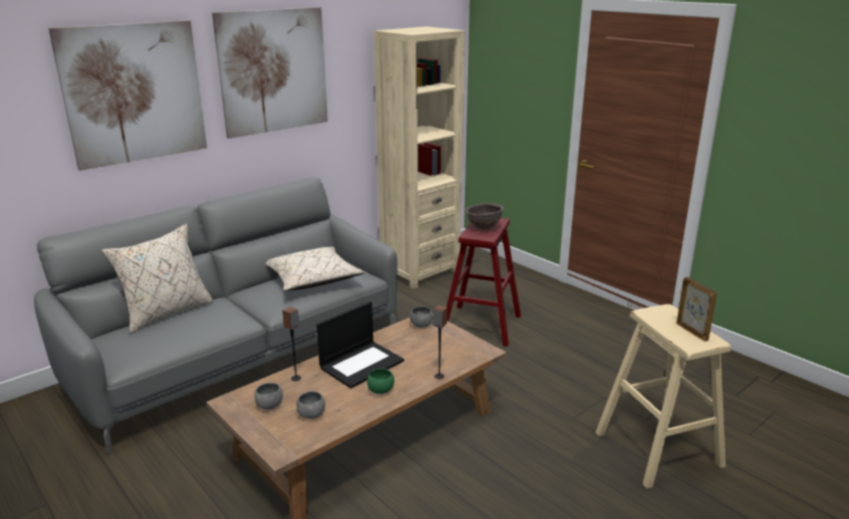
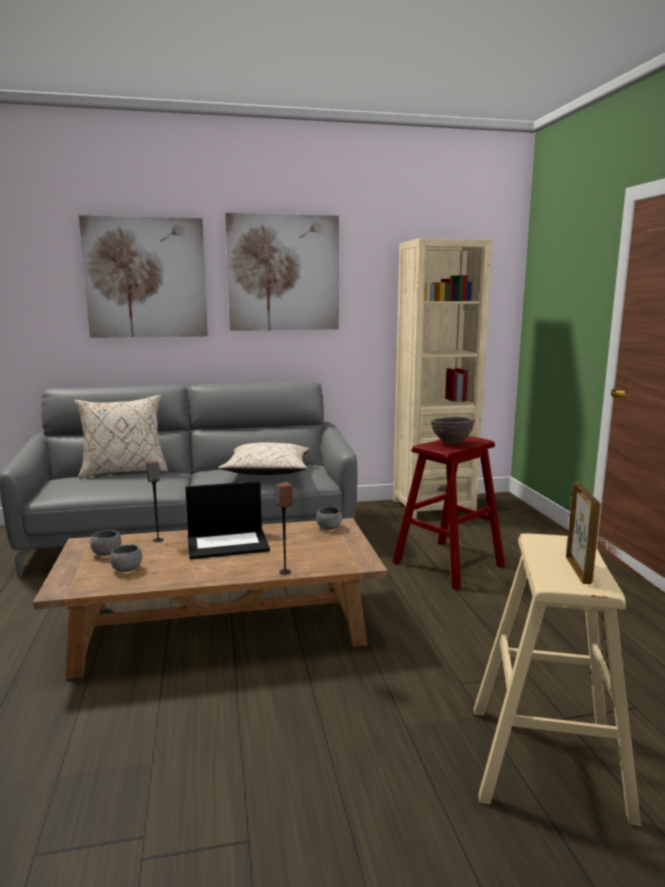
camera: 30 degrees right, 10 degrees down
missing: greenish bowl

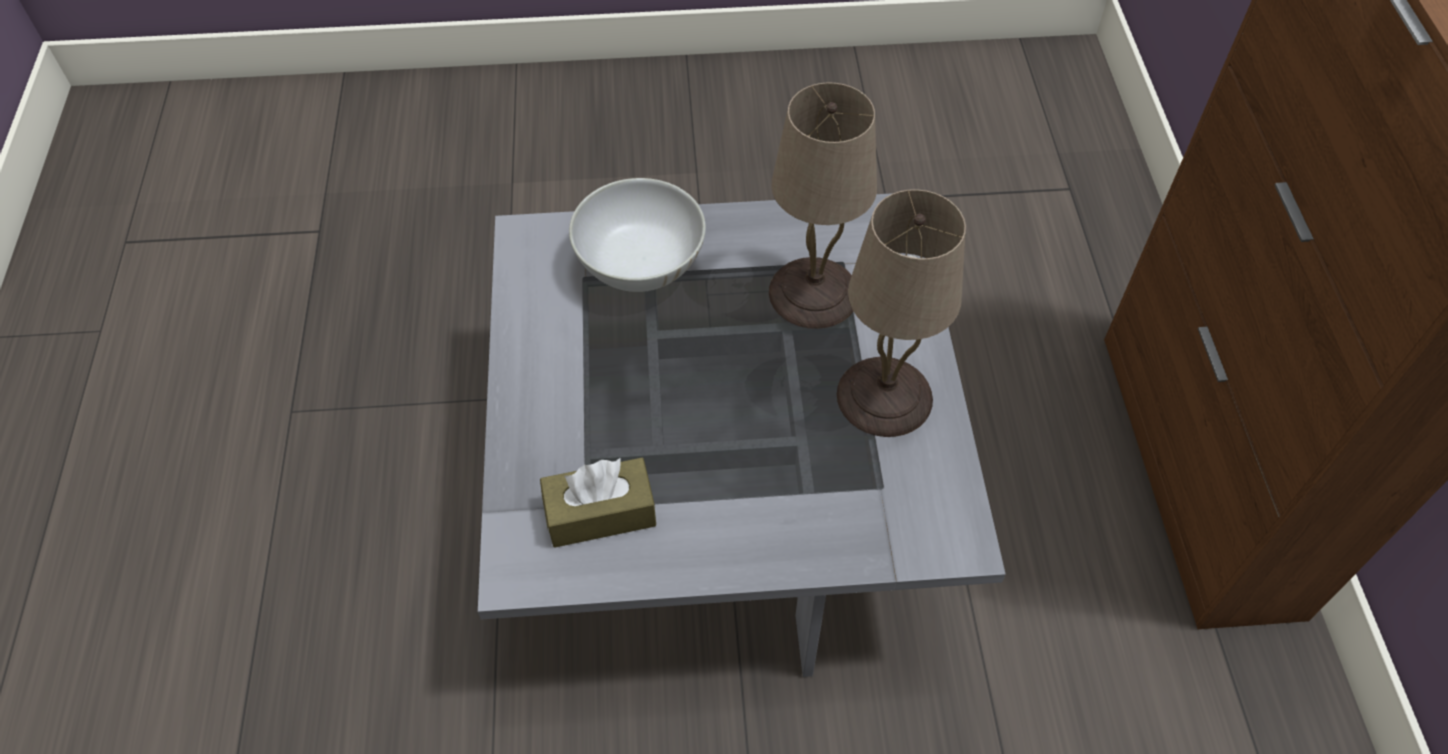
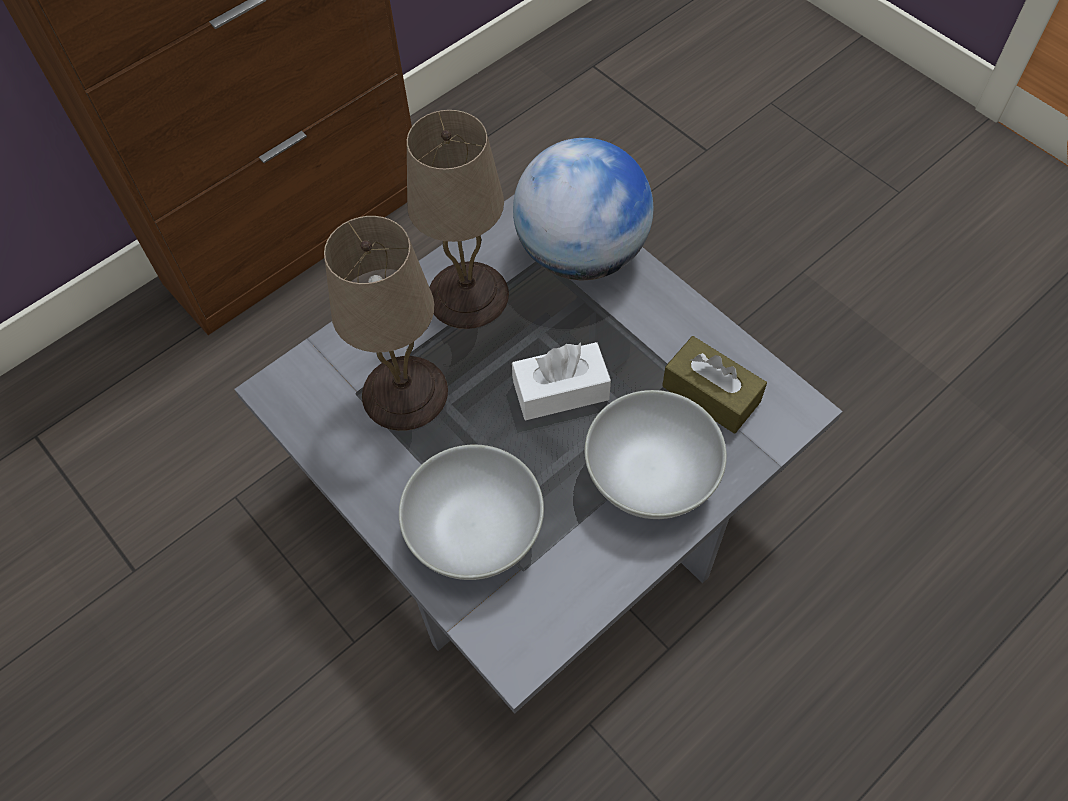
camera: 125 degrees left, 5 degrees up
appeared: white-coloured tissue holder; world globe; white-coloured bowl (no. 2 from left)

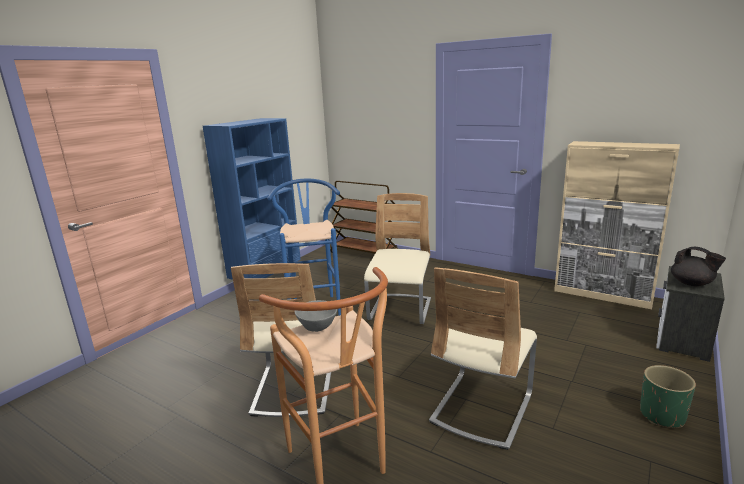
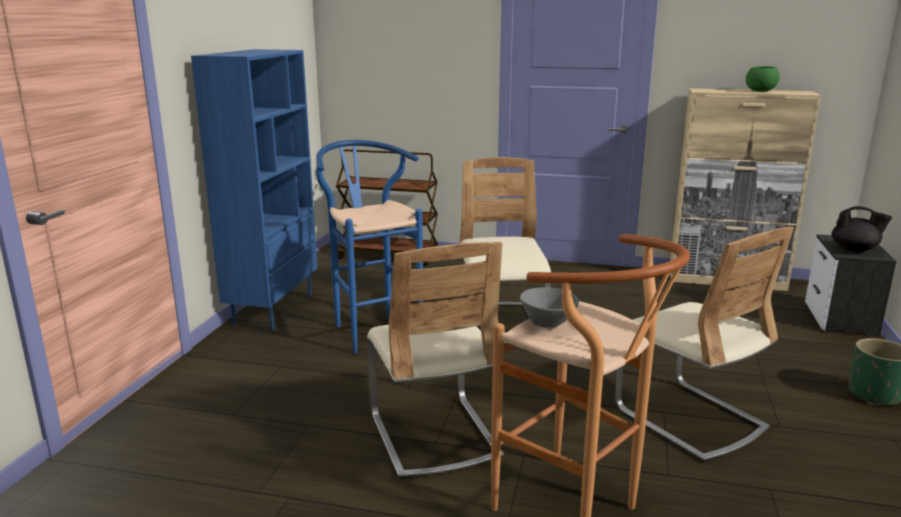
camera: 20 degrees left, 0 degrees up
appeared: greenish bowl
spun: sand-coloured plain chair (no. 3 from left) 45 degrees counterclockwise

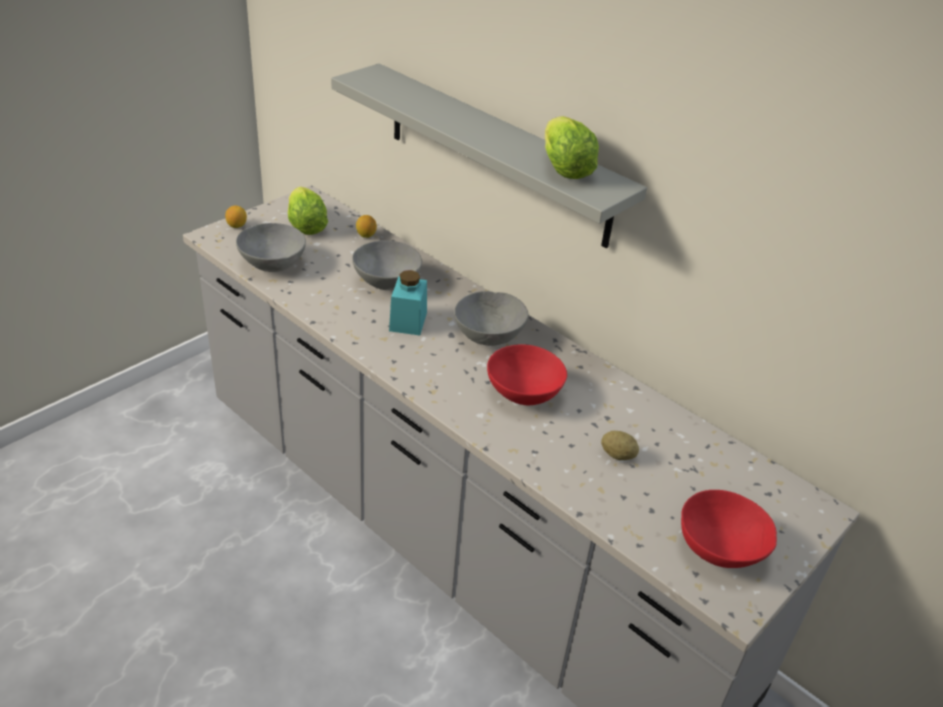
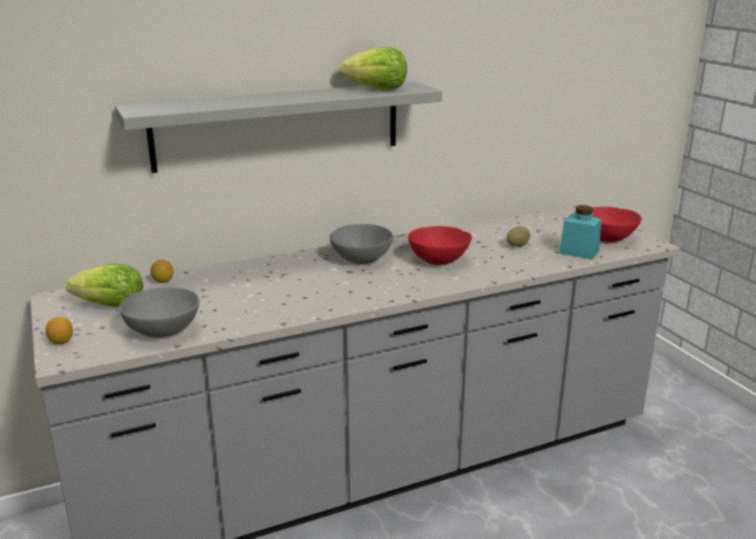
camera: 65 degrees left, 15 degrees down
missing: grey bowl (no. 2 from left)
relocated: turquoise preserve jar

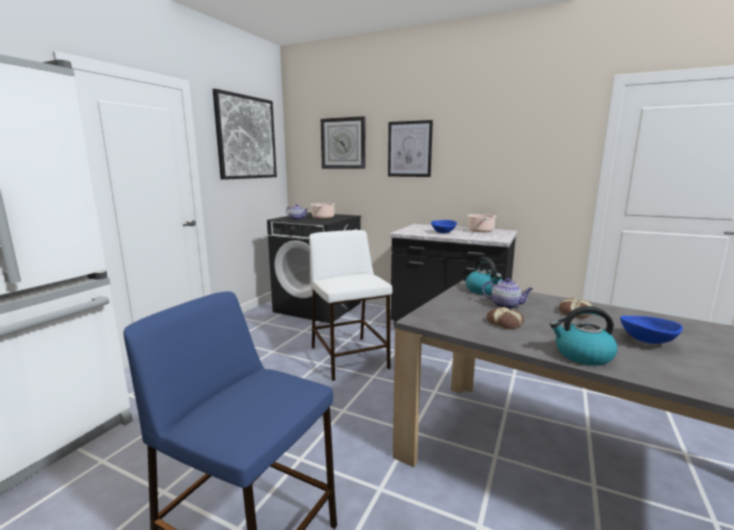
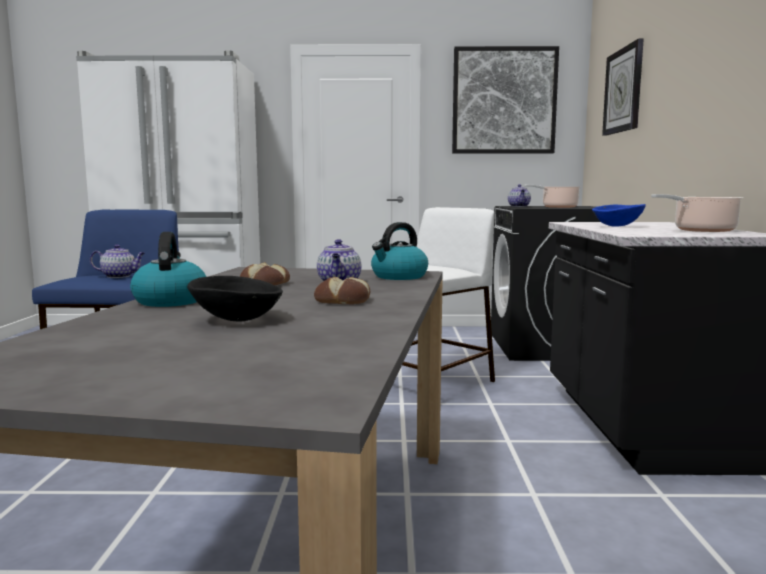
camera: 65 degrees right, 5 degrees down
missing: picture (no. 2 from left)
appeared: tea pot (no. 1 from left)
colour: blue bowl (no. 2 from left) to black-coloured bowl

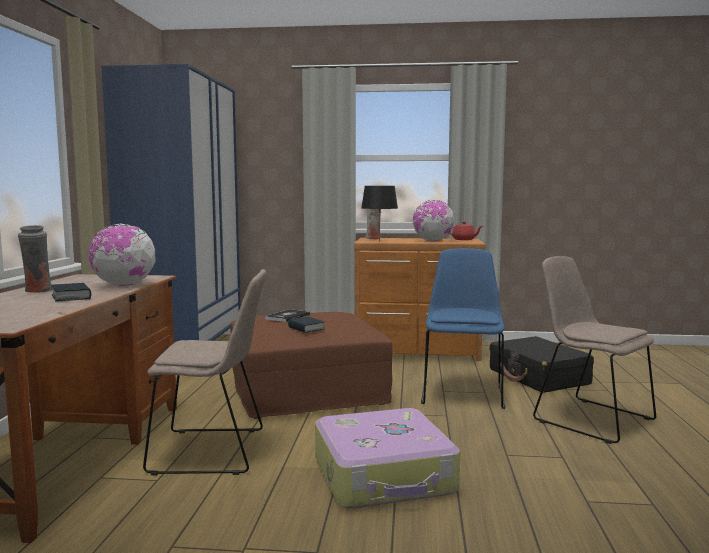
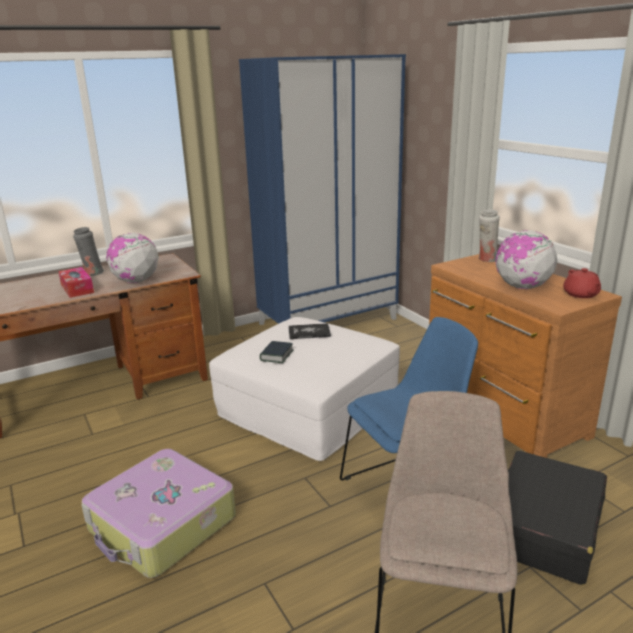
camera: 55 degrees right, 15 degrees up
missing: sand-coloured plain chair (no. 1 from left); black-coloured table lamp
exchanged: volume (no. 1 from left) to tissue holder
colour: brownish pouffe to white-coloured pouffe

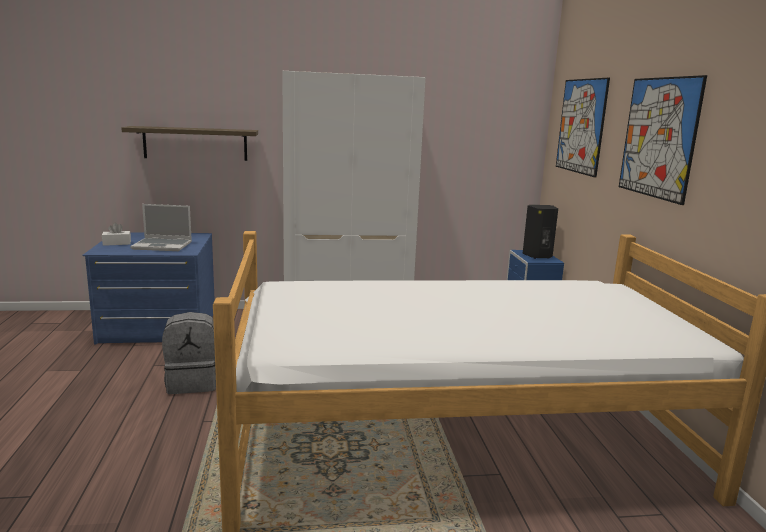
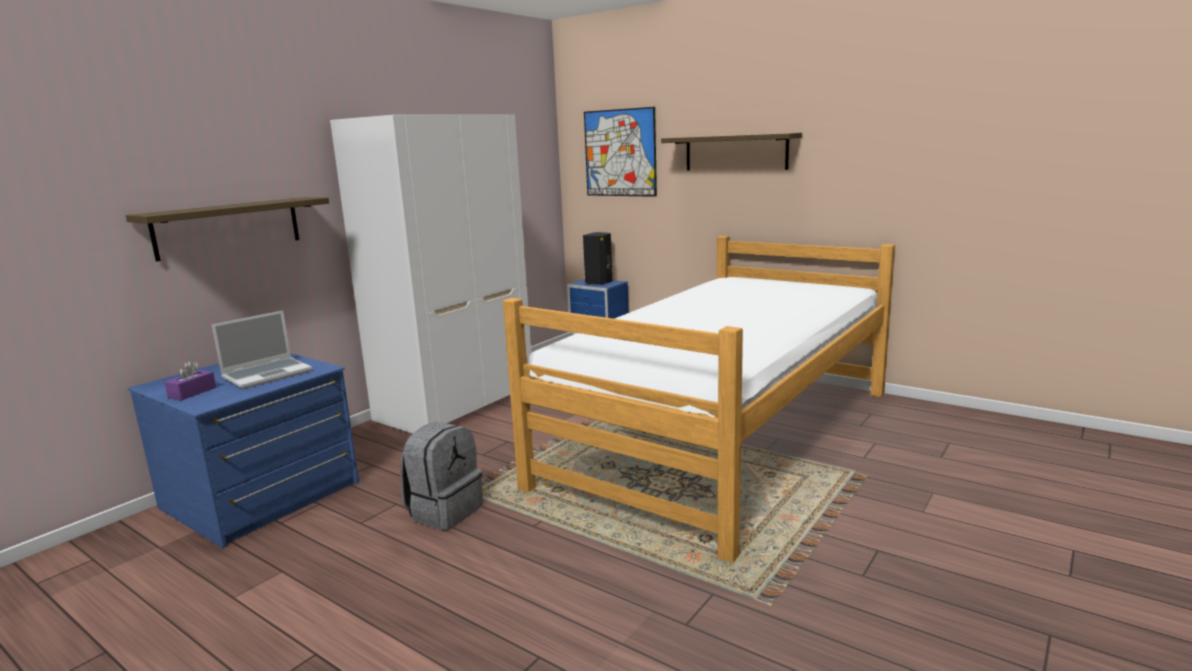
camera: 45 degrees left, 0 degrees up
exchanged: picture (no. 2 from left) to shelf (no. 2 from left)
colour: white-coloured tissue holder to purple-coloured tissue holder

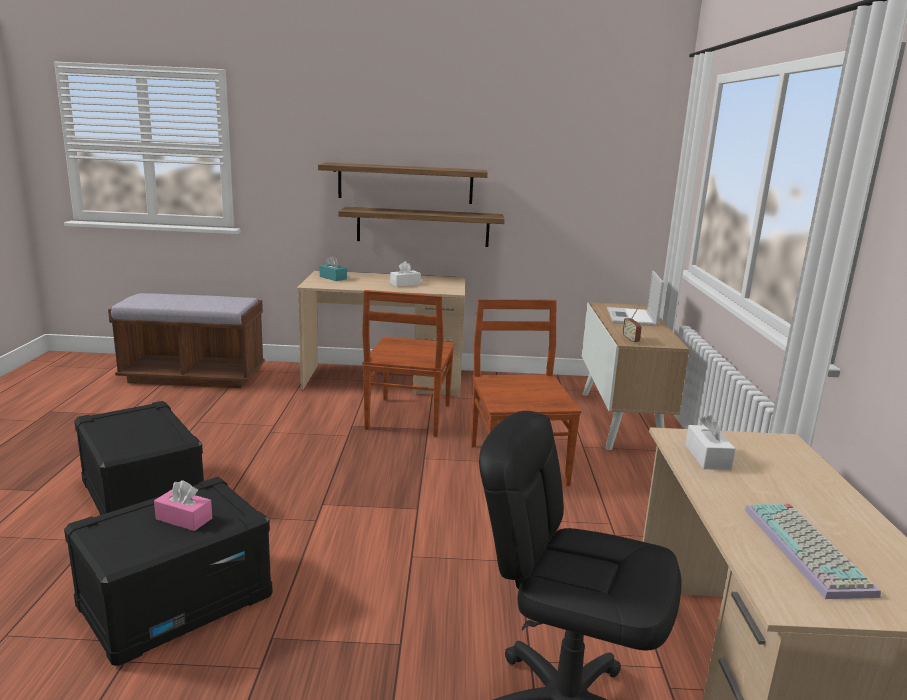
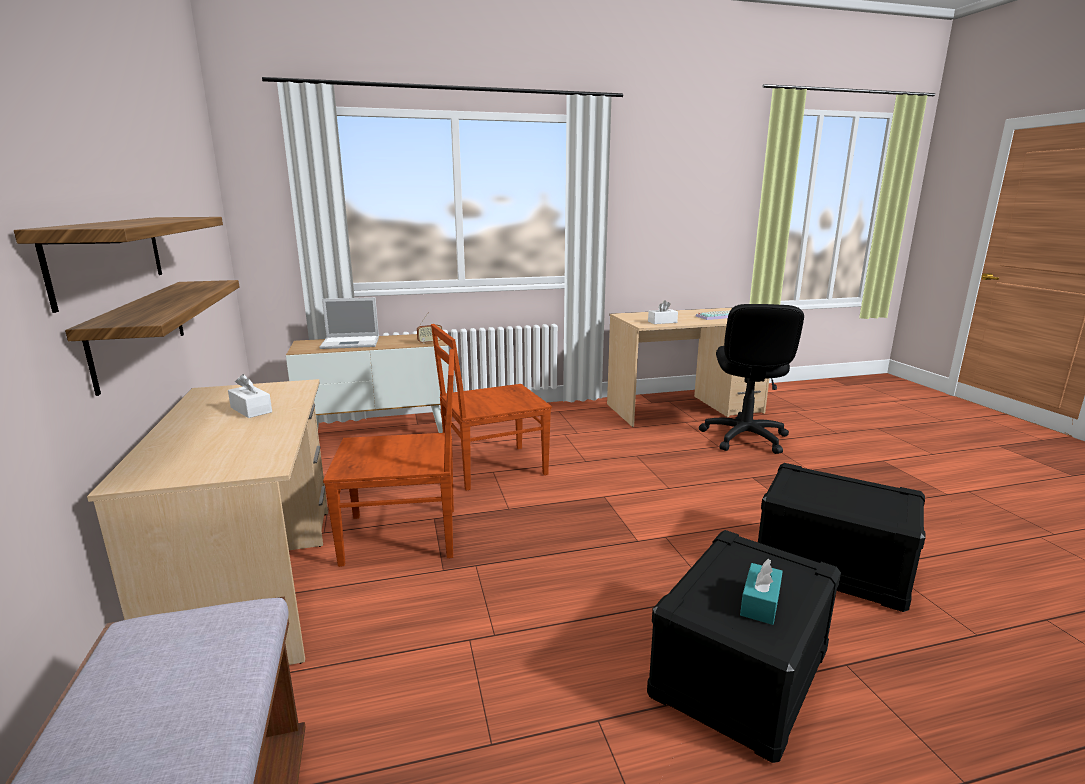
camera: 105 degrees left, 0 degrees up
missing: pink tissue holder
relocated: turquoise tissue holder

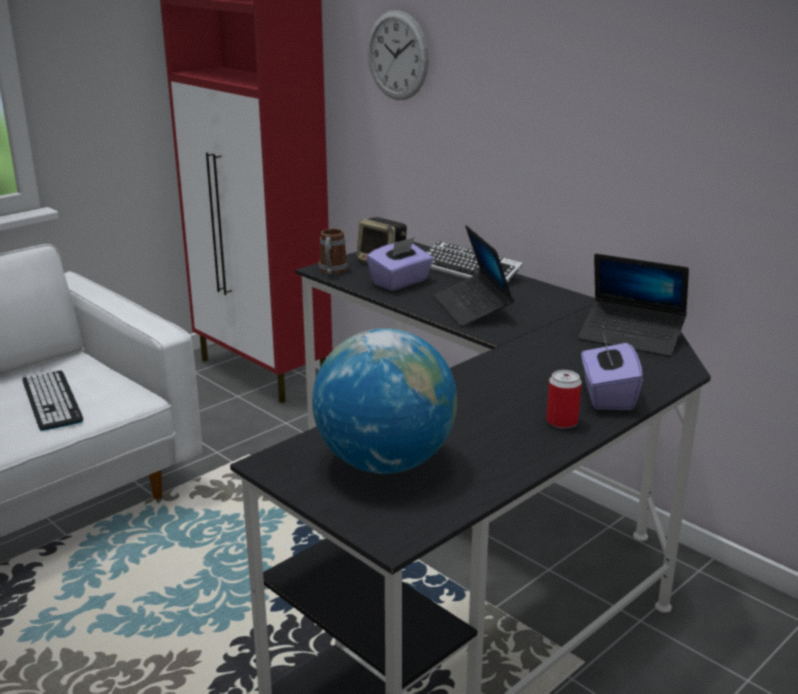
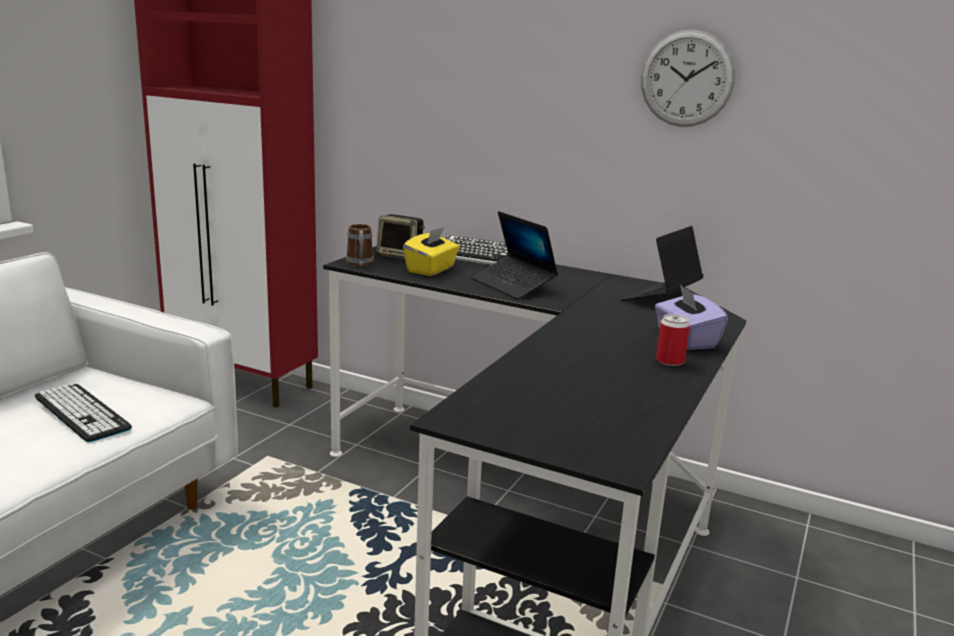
camera: 20 degrees left, 5 degrees down
missing: world globe
relocated: wall clock
colour: purple-coloured tissue holder (no. 1 from left) to yellowish tissue holder
spun: notebook computer (no. 2 from left) 120 degrees clockwise

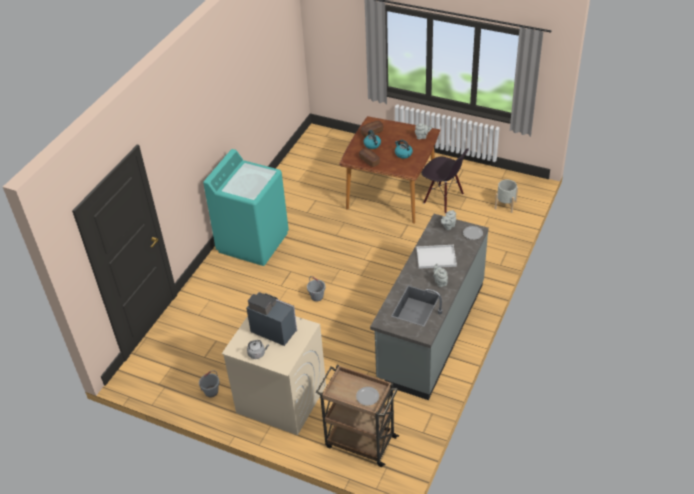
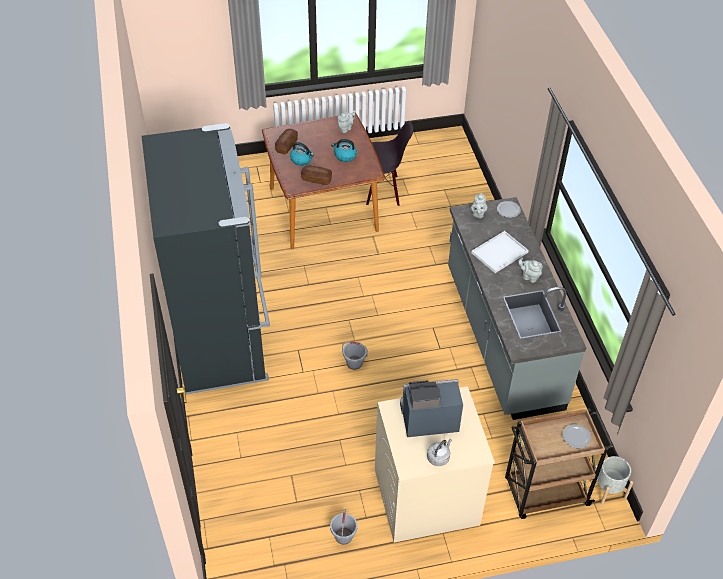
camera: 40 degrees left, 5 degrees up
relocated: grey flower pot
exchanged: turquoise laundry machine to black-coloured fridge

